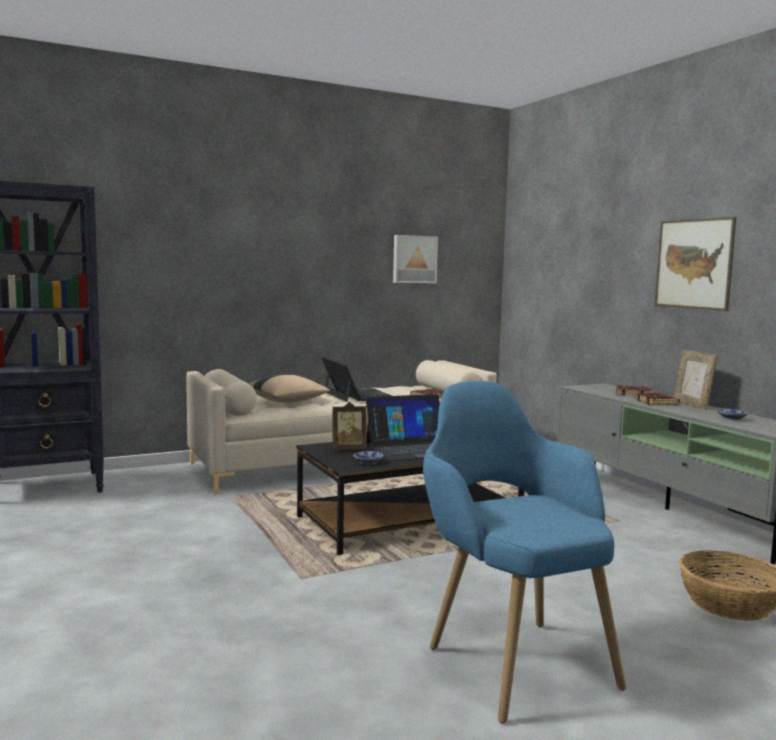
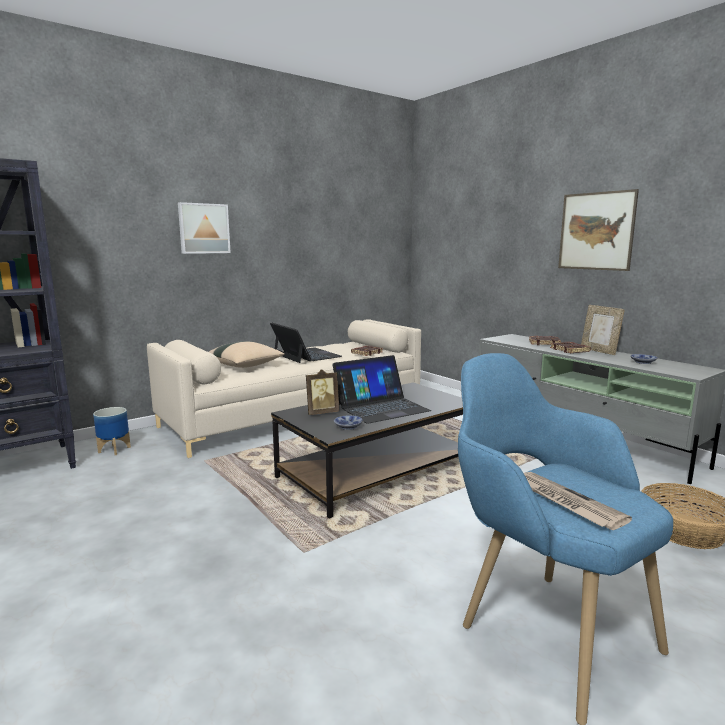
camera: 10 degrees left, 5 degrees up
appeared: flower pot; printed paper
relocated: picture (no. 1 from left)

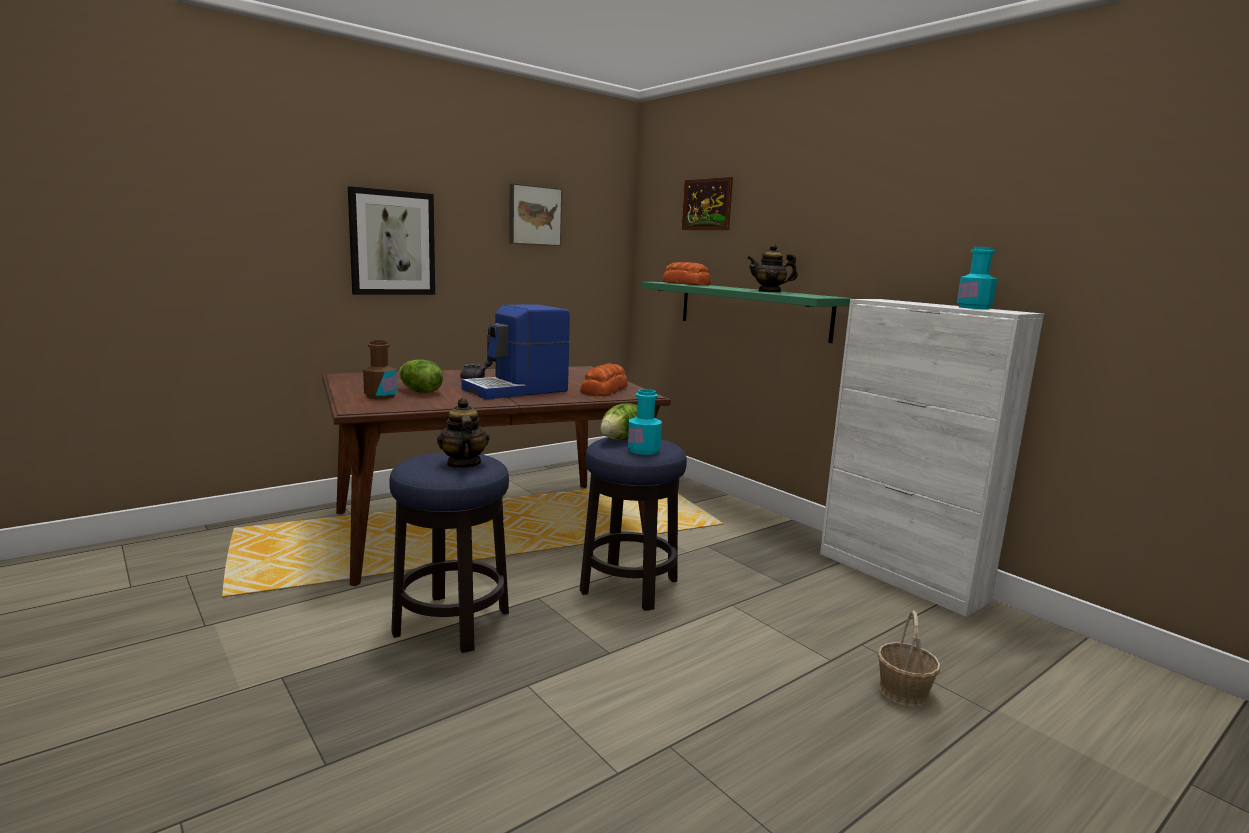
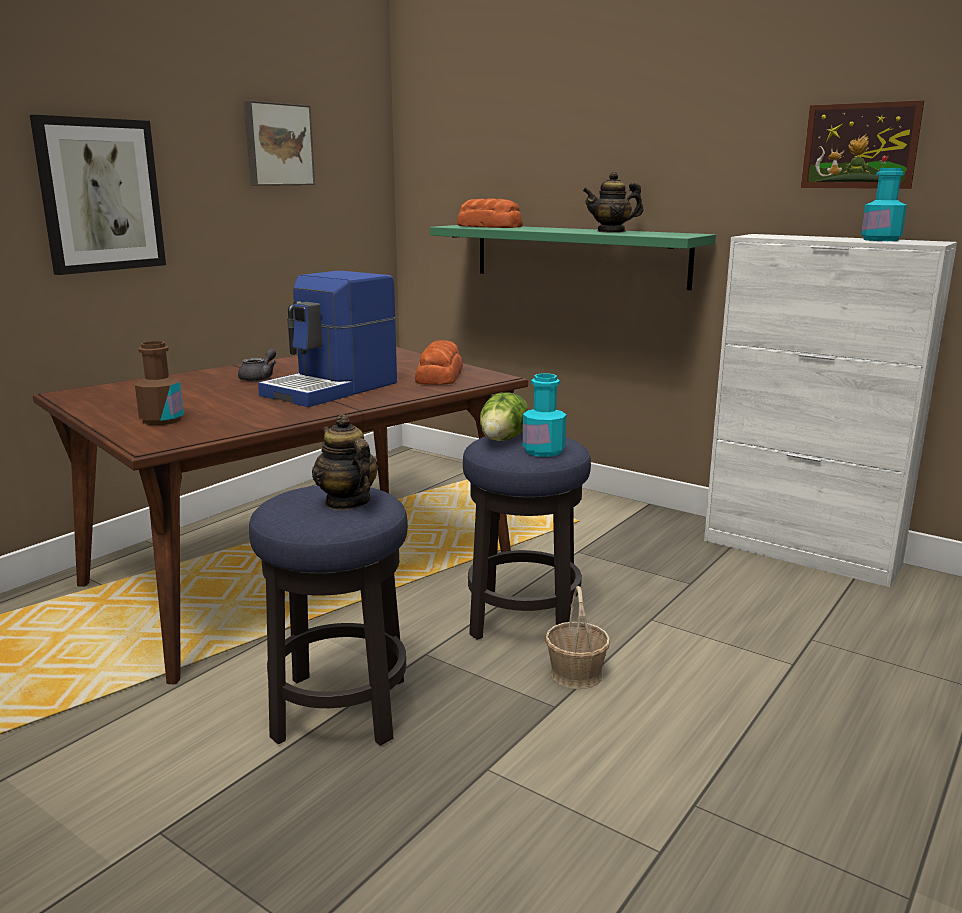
camera: 15 degrees left, 5 degrees up
missing: lettuce (no. 1 from left)
relocated: basket; picture (no. 3 from left)

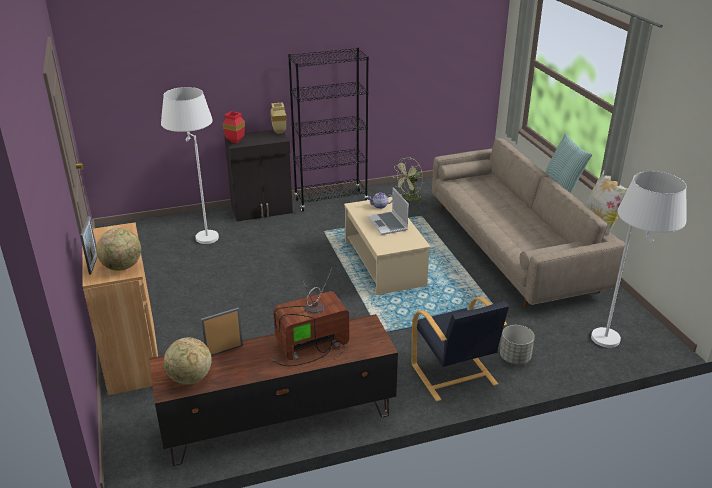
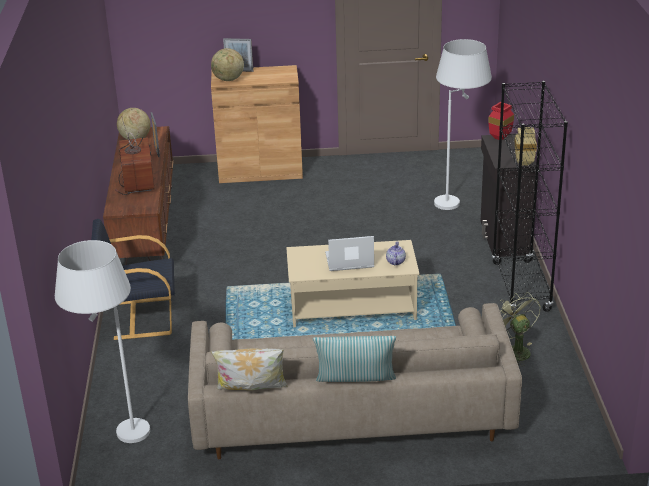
camera: 105 degrees right, 0 degrees up
missing: grey flower pot

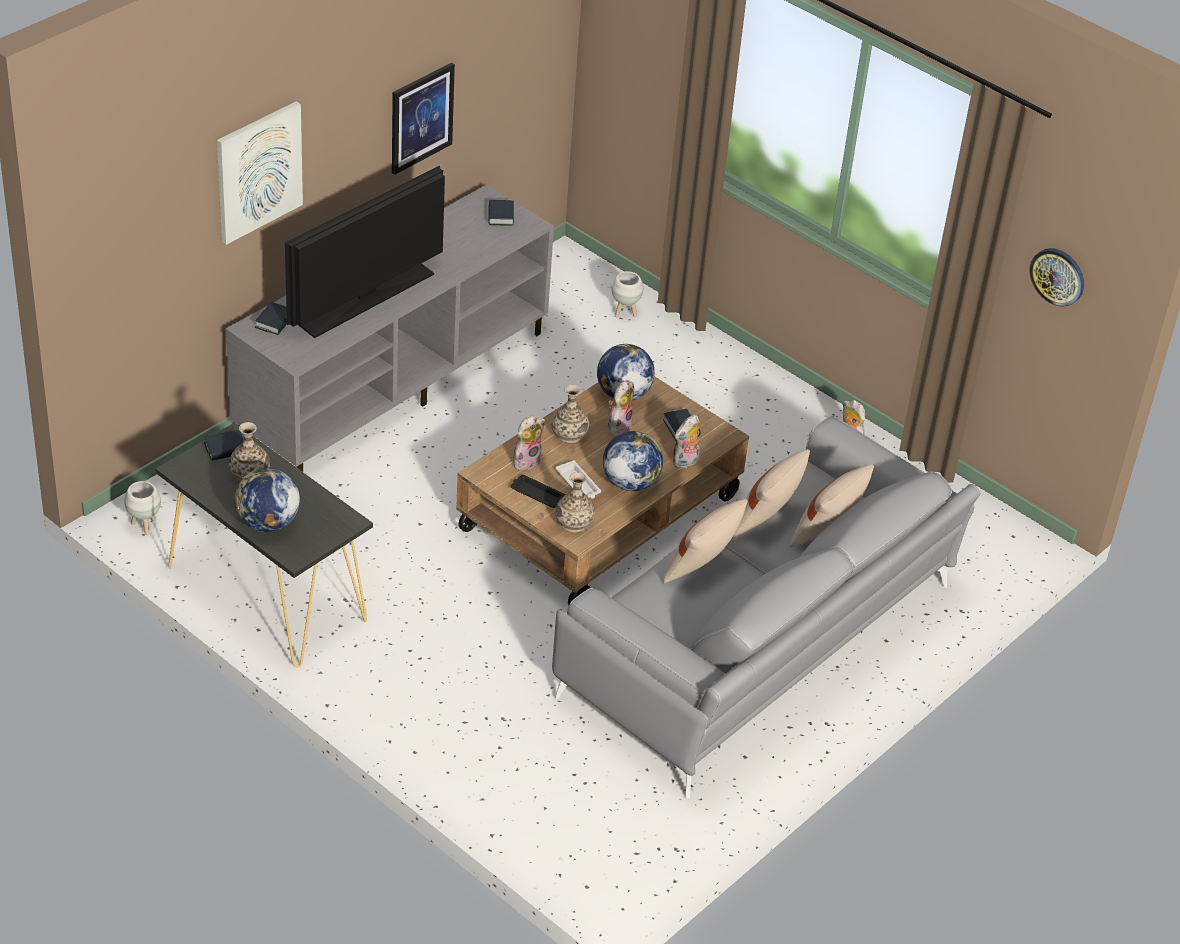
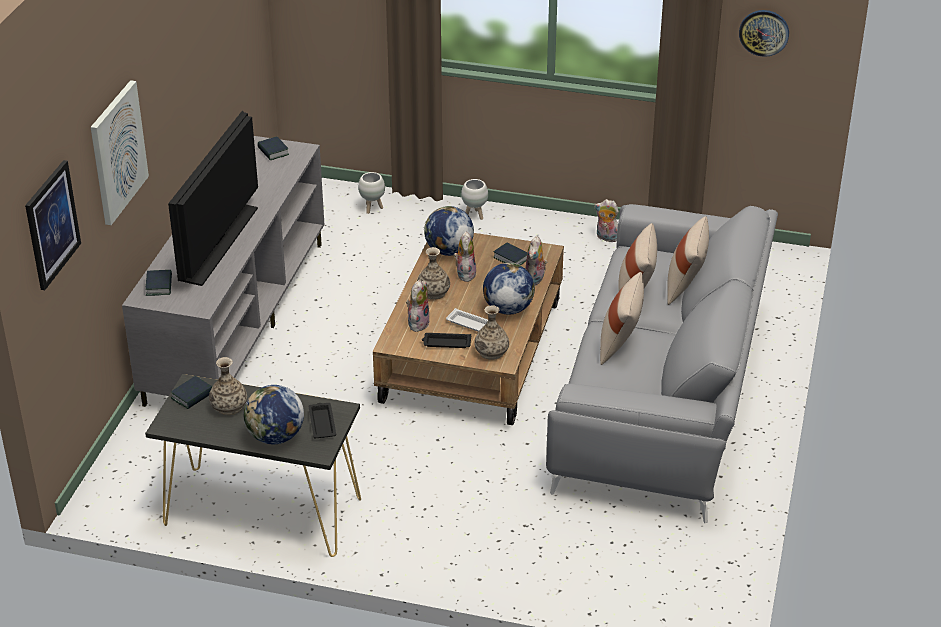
camera: 25 degrees left, 5 degrees down
appeared: black-coloured tray (no. 1 from left)
relocated: picture (no. 2 from left in the first image) to picture (no. 1 from left); white-coloured flower pot (no. 1 from left in the first image) to white-coloured flower pot (no. 2 from left)

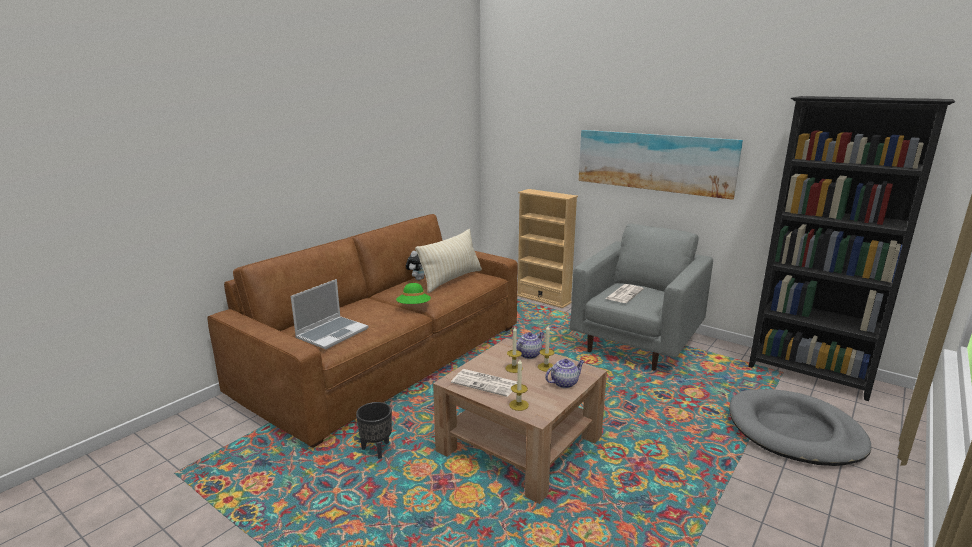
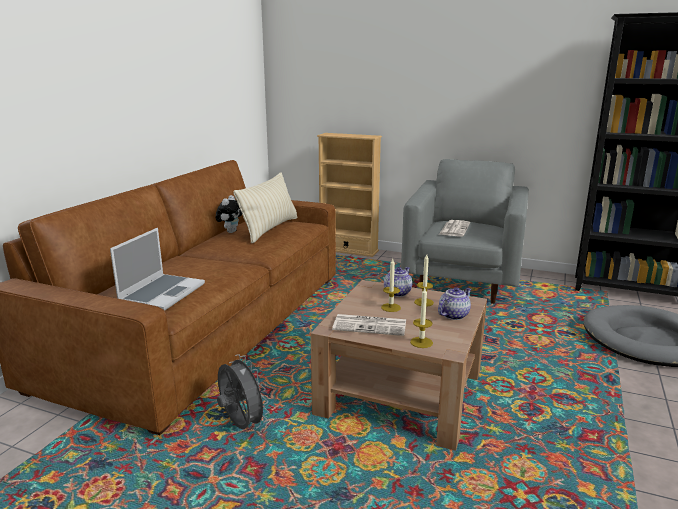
camera: 15 degrees left, 0 degrees up
missing: greenish hat; picture
exchanged: black-coloured flower pot to grey fan

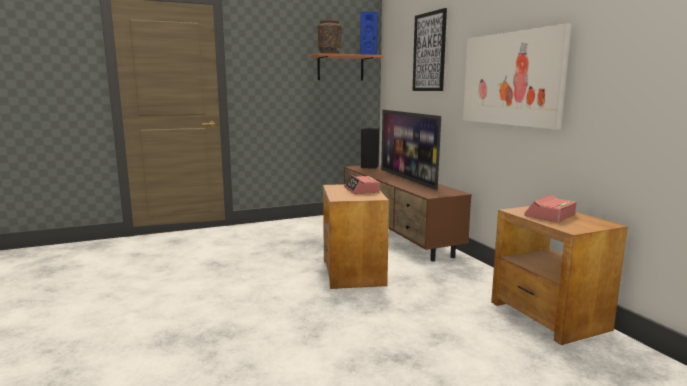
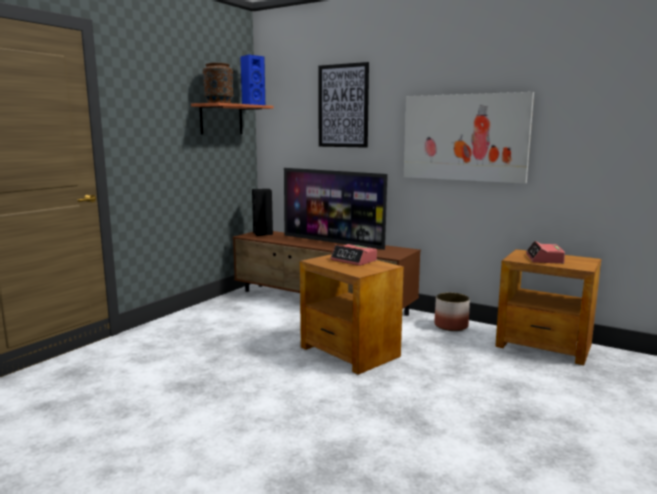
camera: 35 degrees left, 0 degrees up
appeared: flower pot

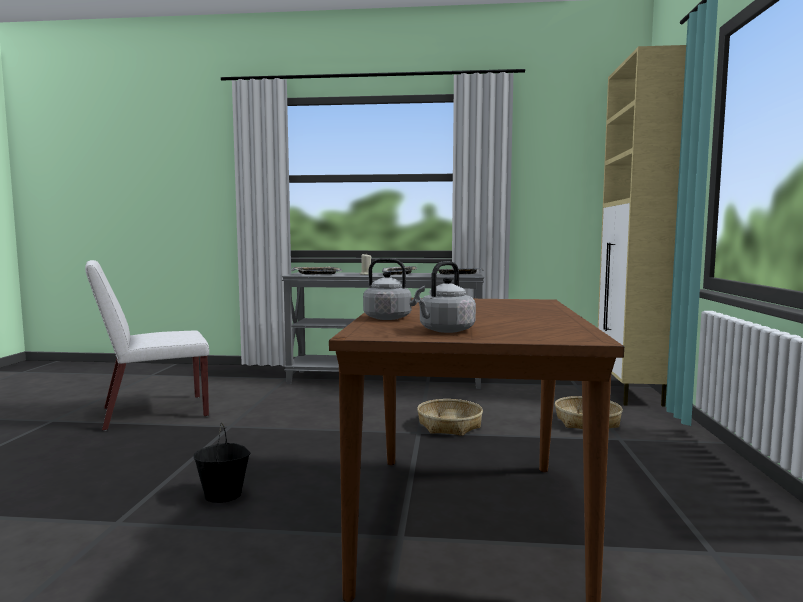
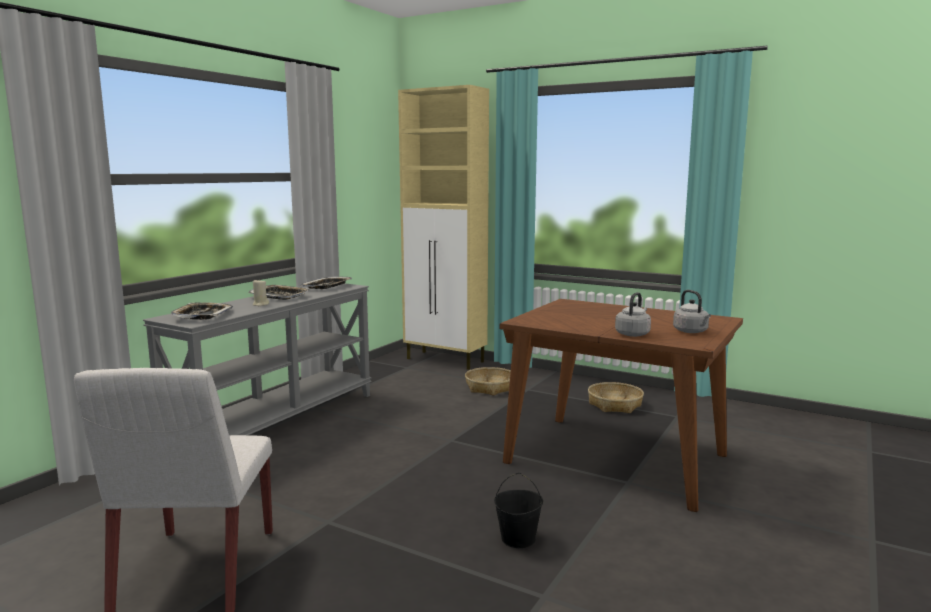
camera: 65 degrees left, 5 degrees up
relocated: basket (no. 1 from left in the first image) to basket (no. 2 from left)

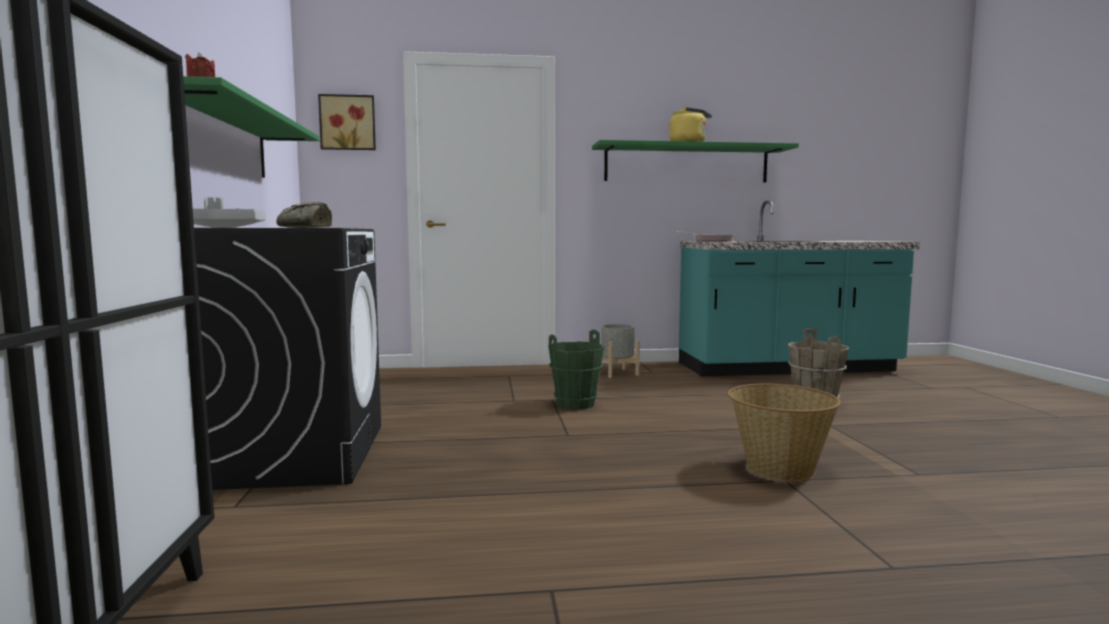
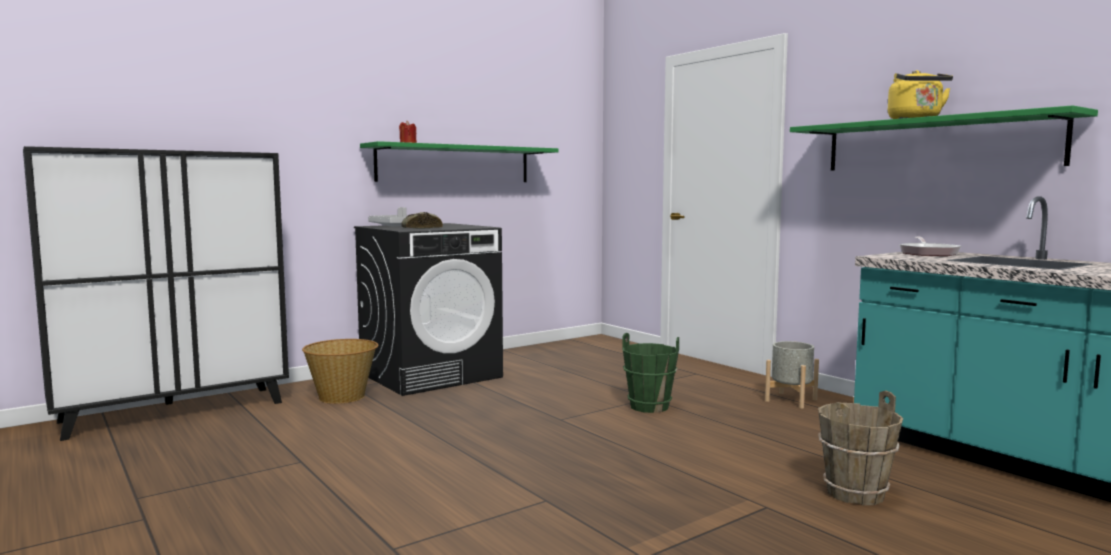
camera: 60 degrees right, 0 degrees up
missing: picture
relocated: basket

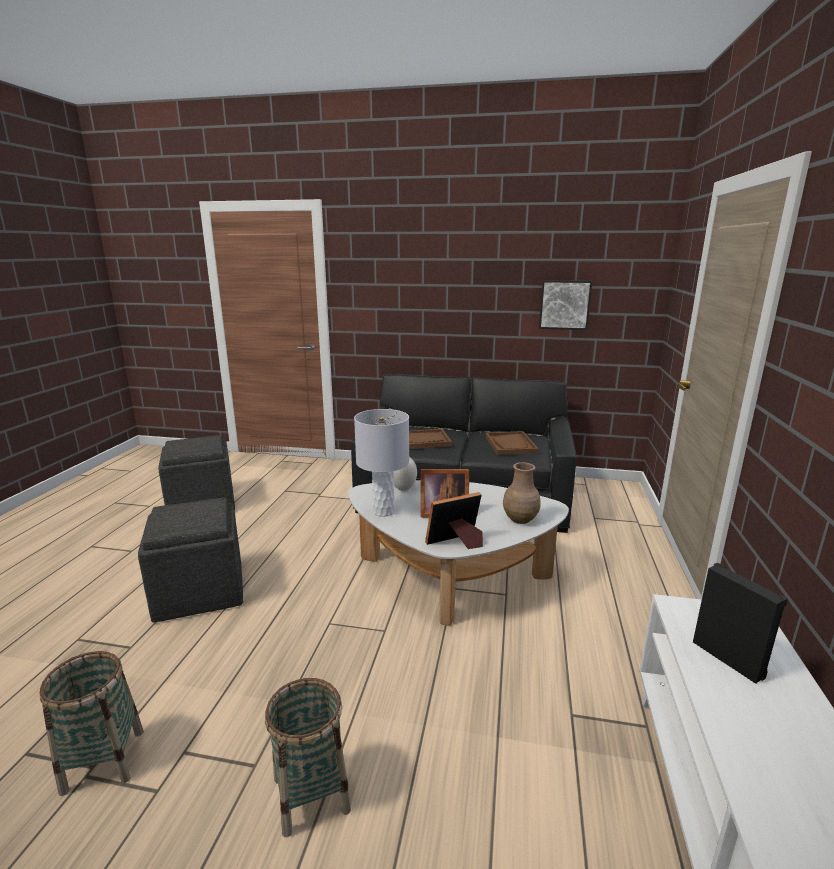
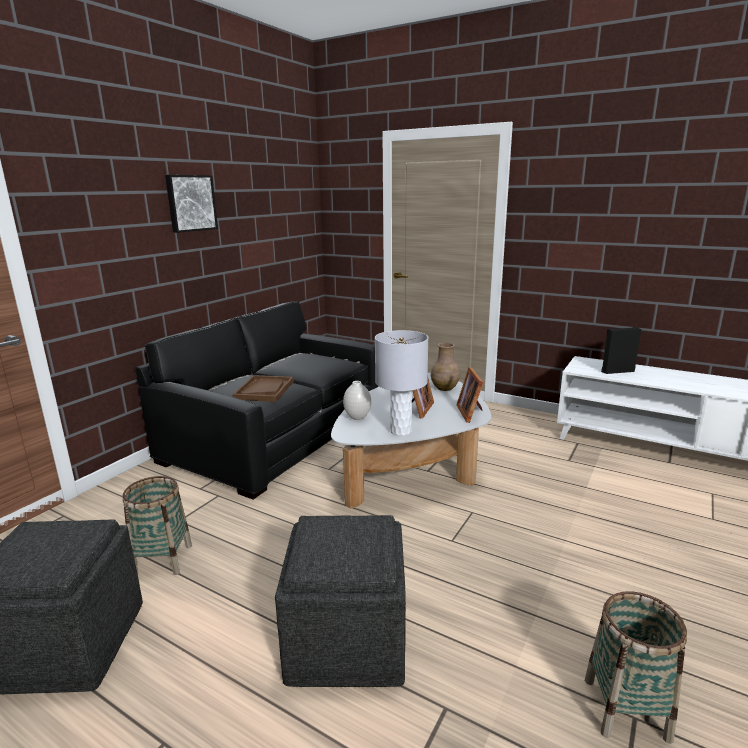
camera: 70 degrees left, 0 degrees up
missing: brownish tray (no. 2 from left)
relocated: basket (no. 2 from left in the first image) to basket (no. 1 from left); picture

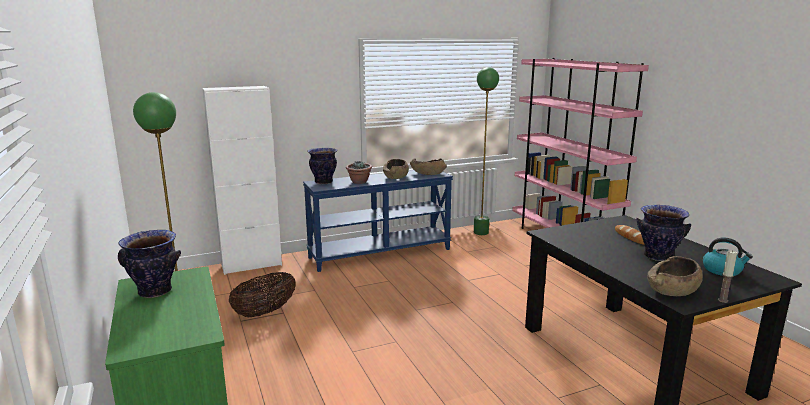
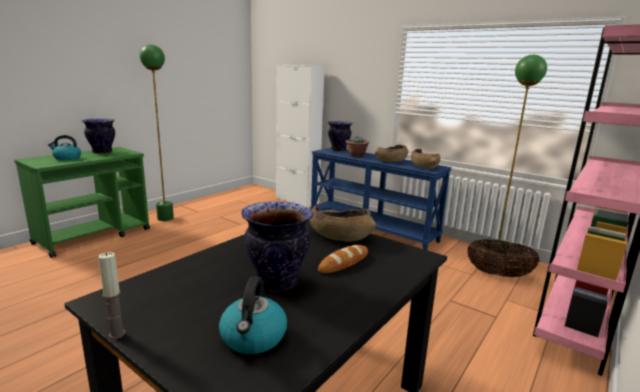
camera: 60 degrees right, 0 degrees up
appeared: water kettle (no. 1 from left)
relocated: brownish bowl (no. 3 from left in the first image) to brownish bowl (no. 1 from left); basket

